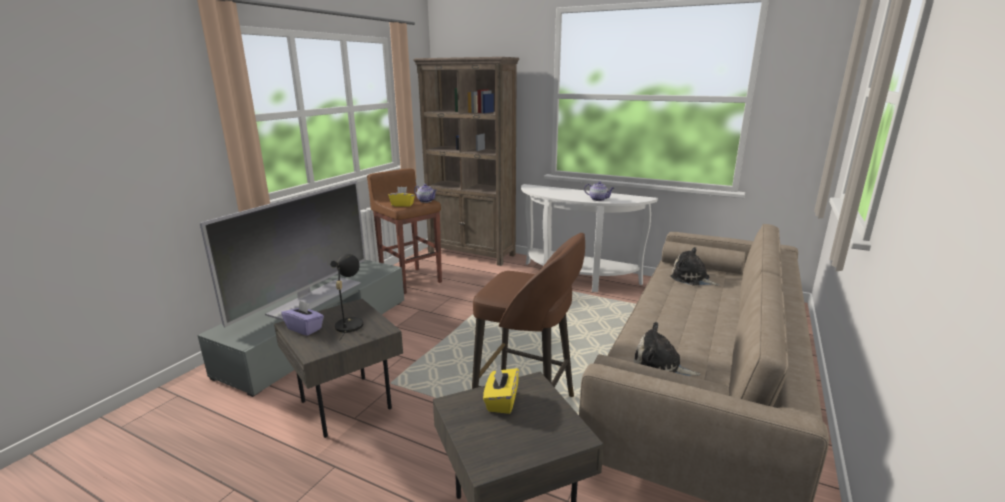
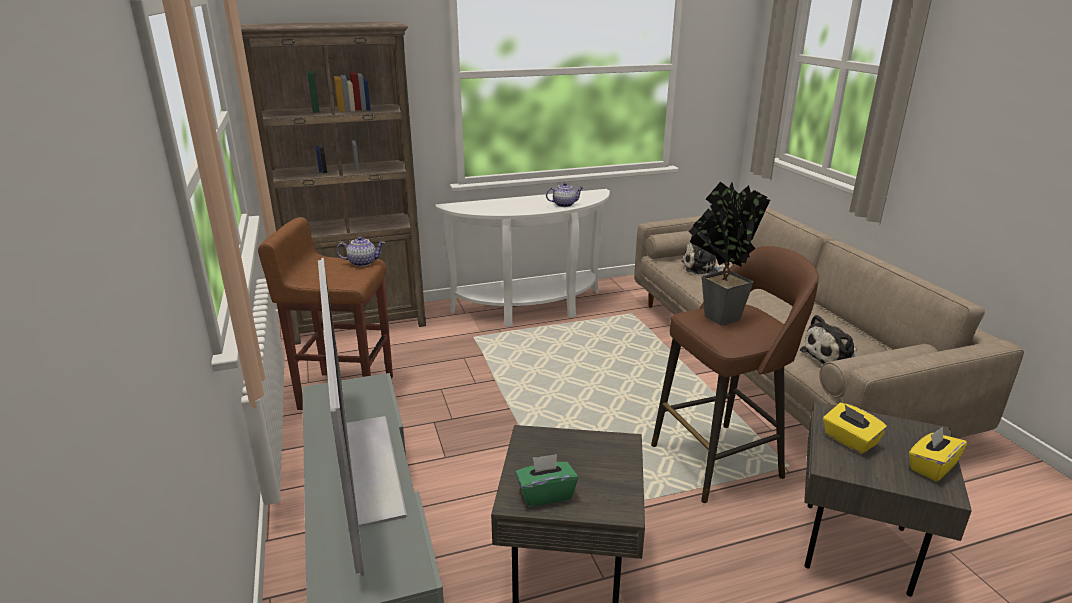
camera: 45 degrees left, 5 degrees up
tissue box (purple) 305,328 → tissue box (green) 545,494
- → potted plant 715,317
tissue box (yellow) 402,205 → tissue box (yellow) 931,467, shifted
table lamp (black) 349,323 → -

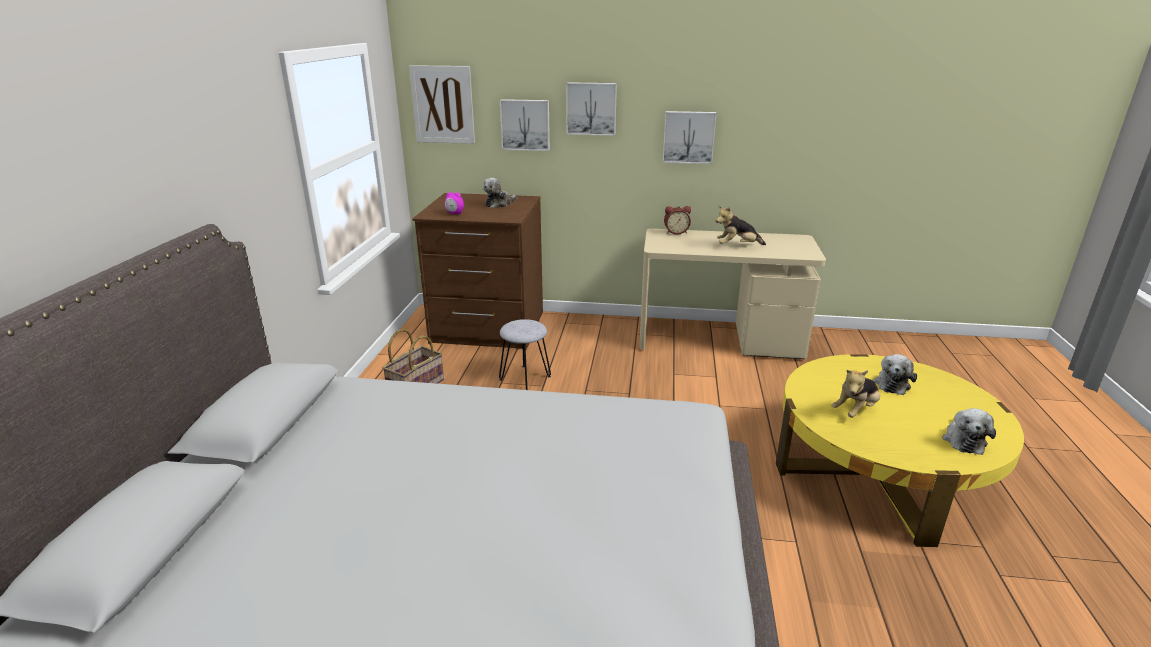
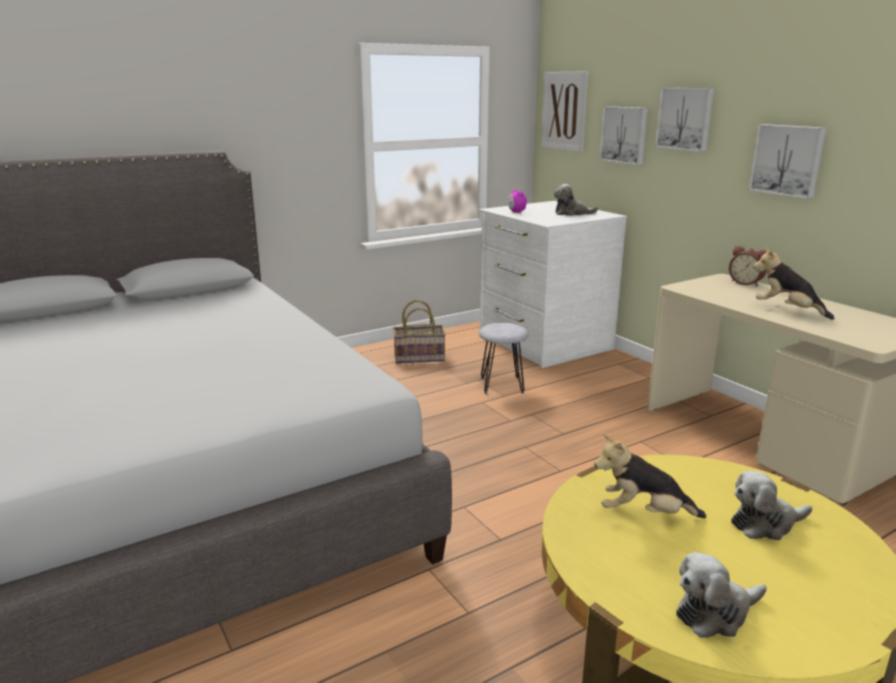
camera: 50 degrees right, 5 degrees down
dresser (brown) 487,328 → dresser (white) 543,343

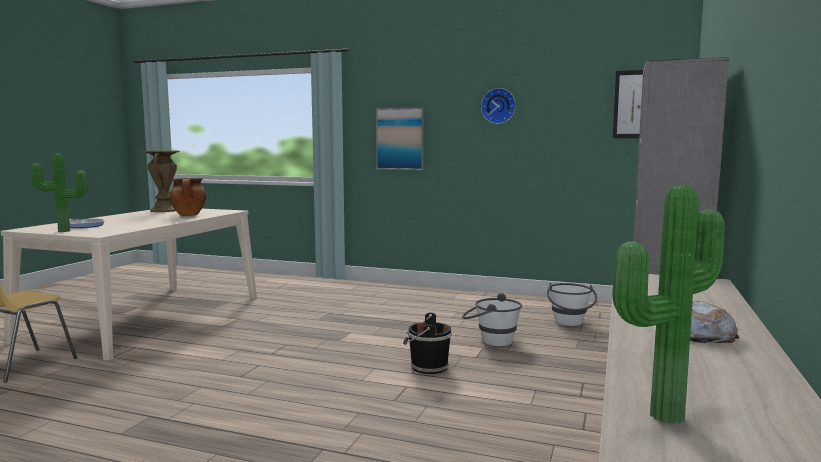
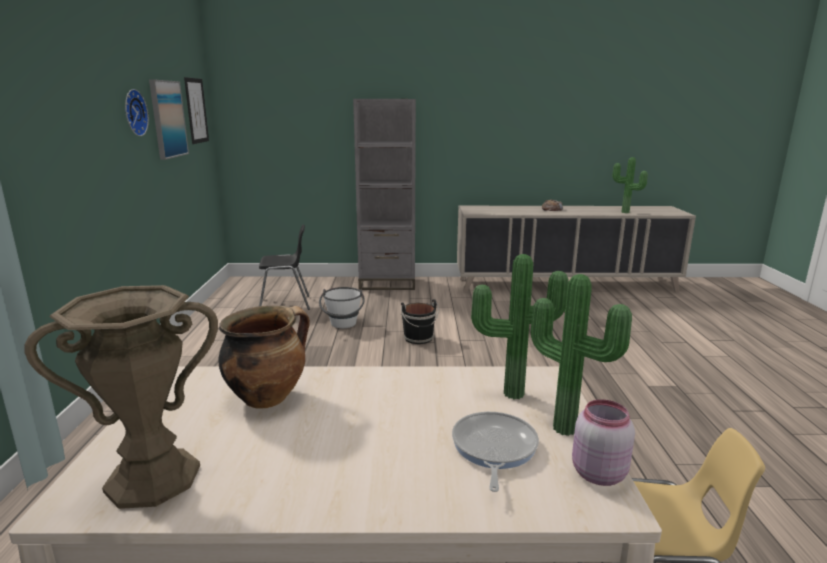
camera: 110 degrees left, 10 degrees up
picture 400,139 → picture 168,119, shifted
bucket (white) 569,323 → chair (black) 285,304
- → potted plant 512,392
- → jar (pink) 596,473

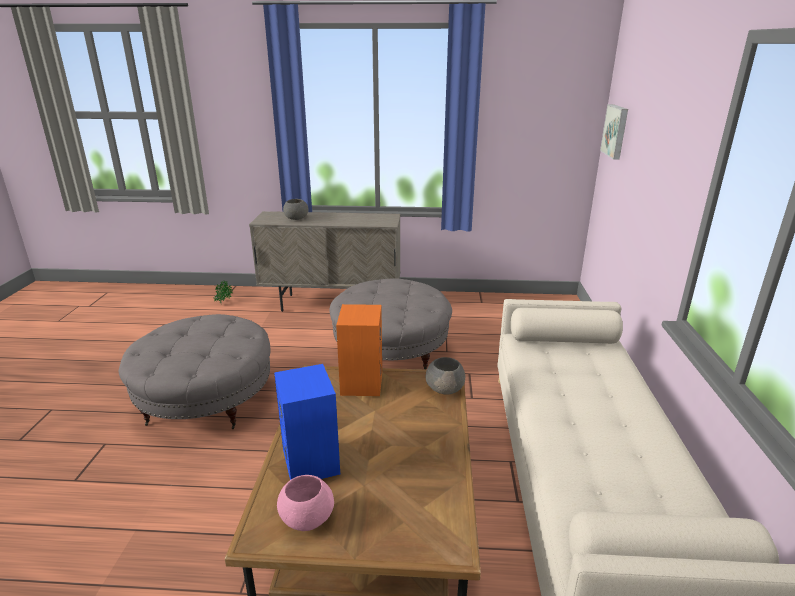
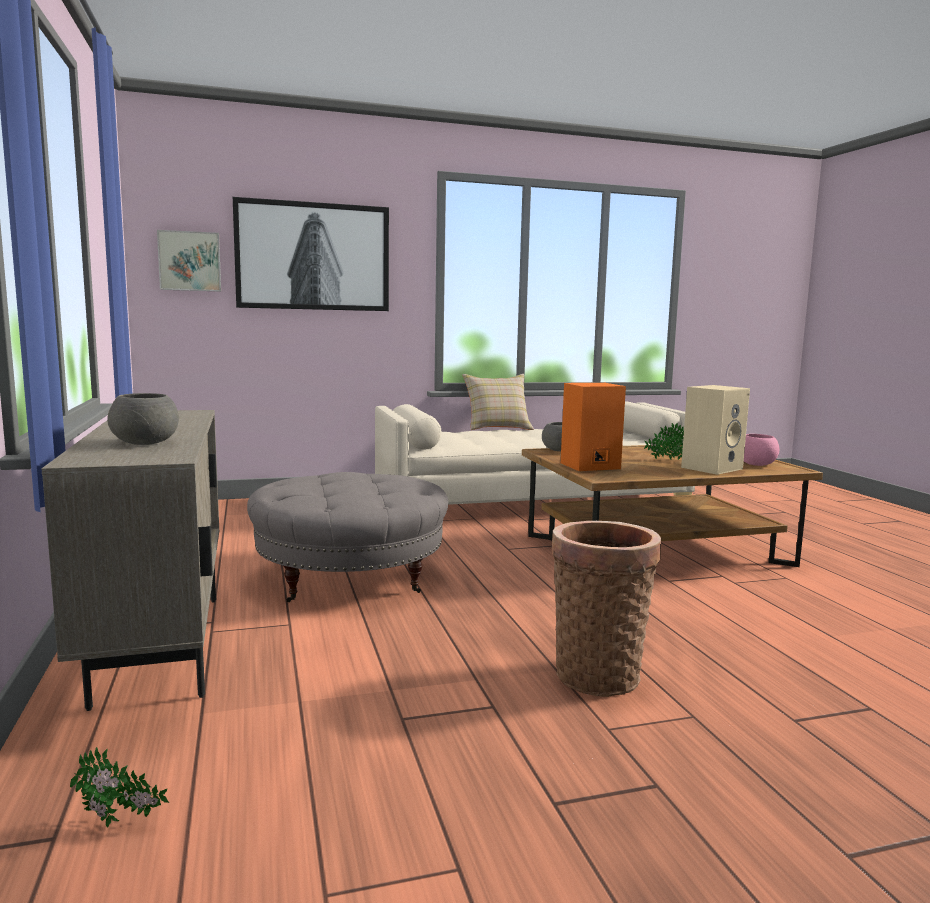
camera: 110 degrees left, 15 degrees down
- → picture 313,256
- → pillow (beige) 497,428
ottoman (grey) 206,400 → basket 598,673
- → potted plant 665,460
speaker (blue) 312,462 → speaker (beige) 711,468

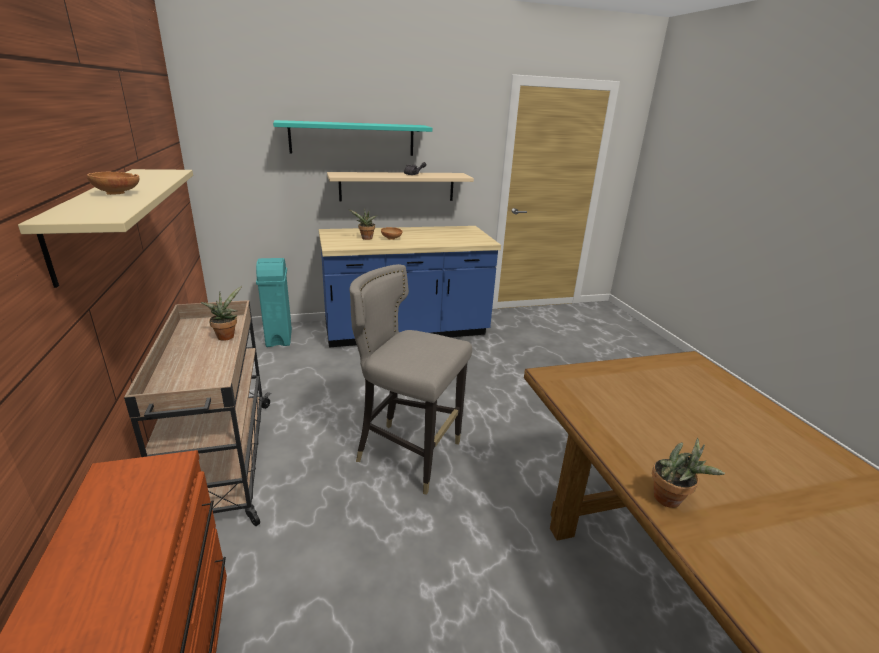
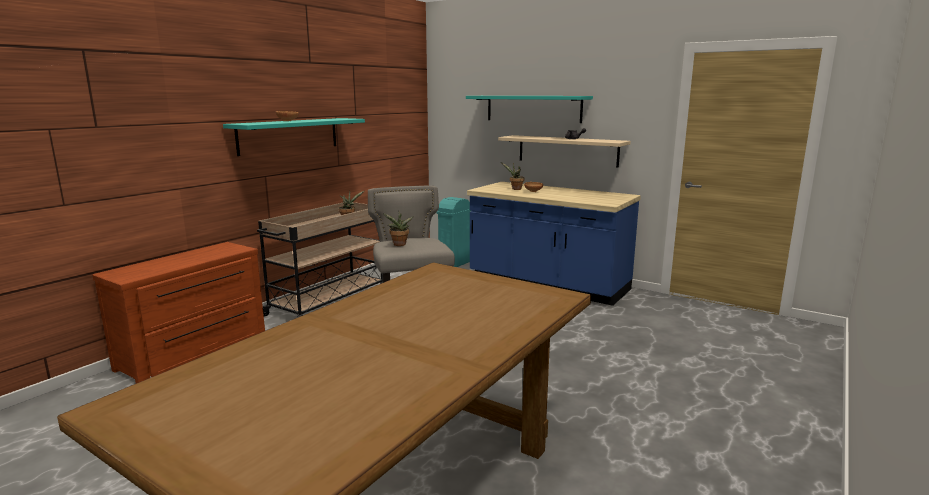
camera: 50 degrees right, 10 degrees down
shelf (beige) 96,218 → shelf (turquoise) 289,135
potted plant 671,501 → potted plant 399,245, shifted

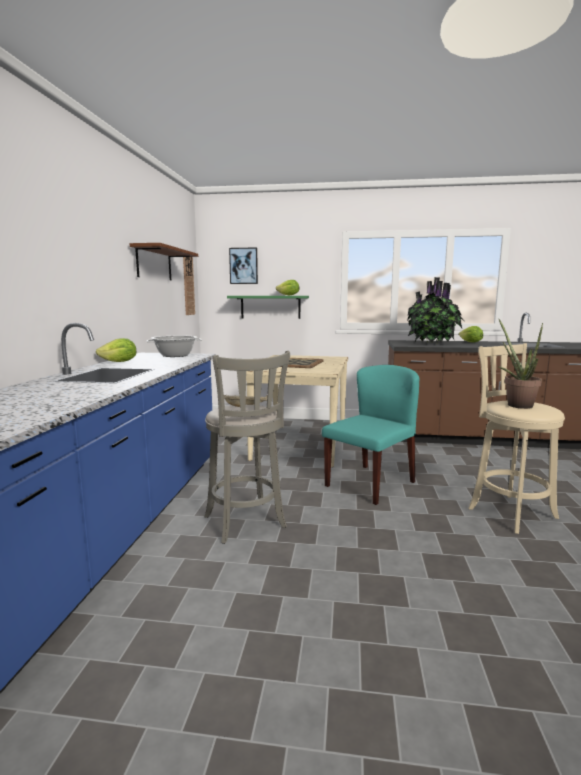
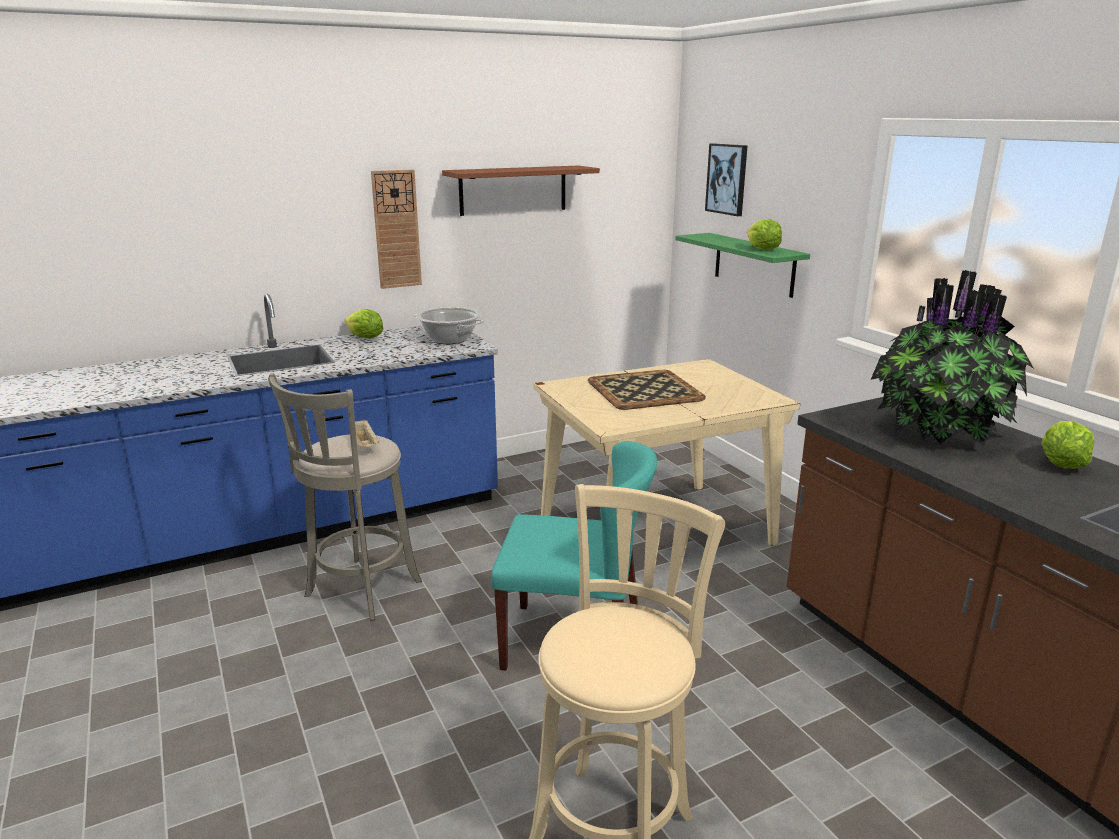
camera: 55 degrees right, 10 degrees up
wall clock 188,284 → wall clock 396,229, shifted
potted plant 516,404 → -

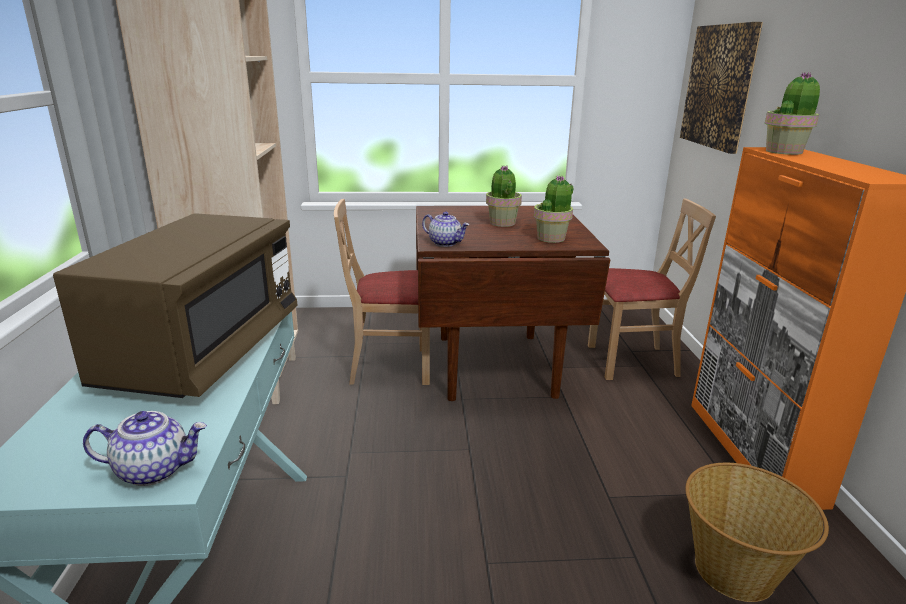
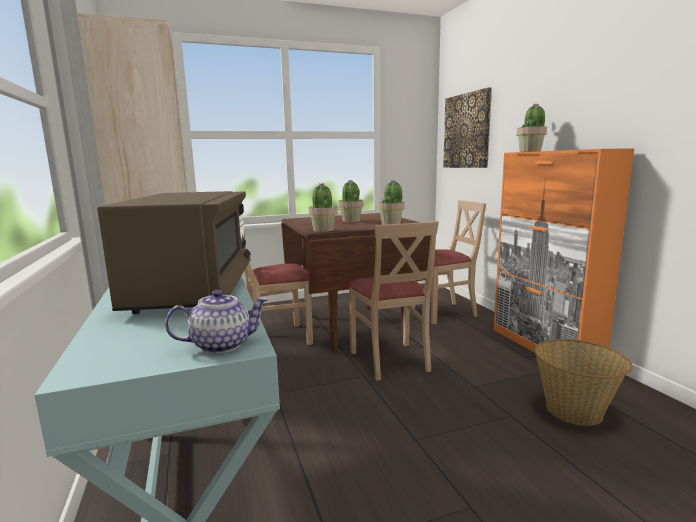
camera: 15 degrees left, 10 degrees down
teapot 445,243 → potted plant 323,230
- → chair (beige) 390,360

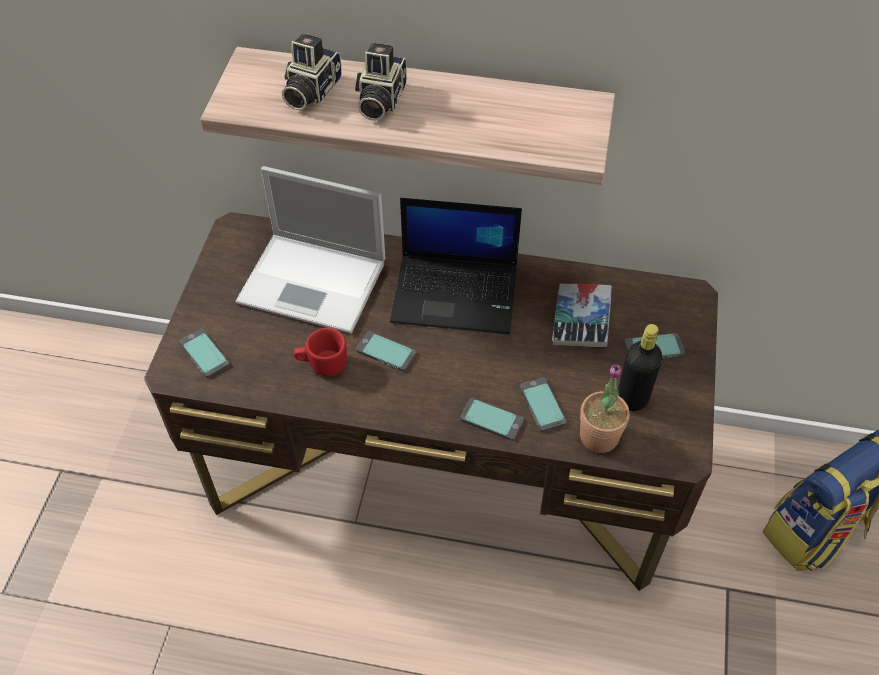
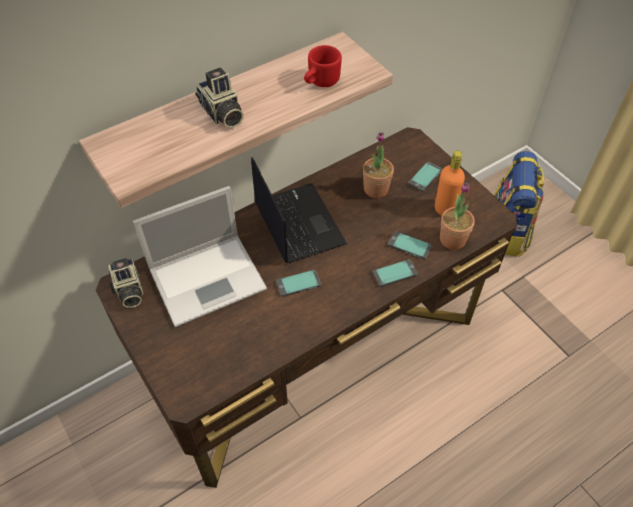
camera: 45 degrees left, 0 degrees up
photo camera 310,91 → photo camera 128,290, shifted
laptop 457,293 → laptop 297,223, 75 degrees counterclockwise
mug (red) 322,364 → mug (red) 320,82, shifted
book 581,320 → potted plant 376,189
bottle (black) 632,398 → bottle (orange) 444,209
phone 204,354 → -

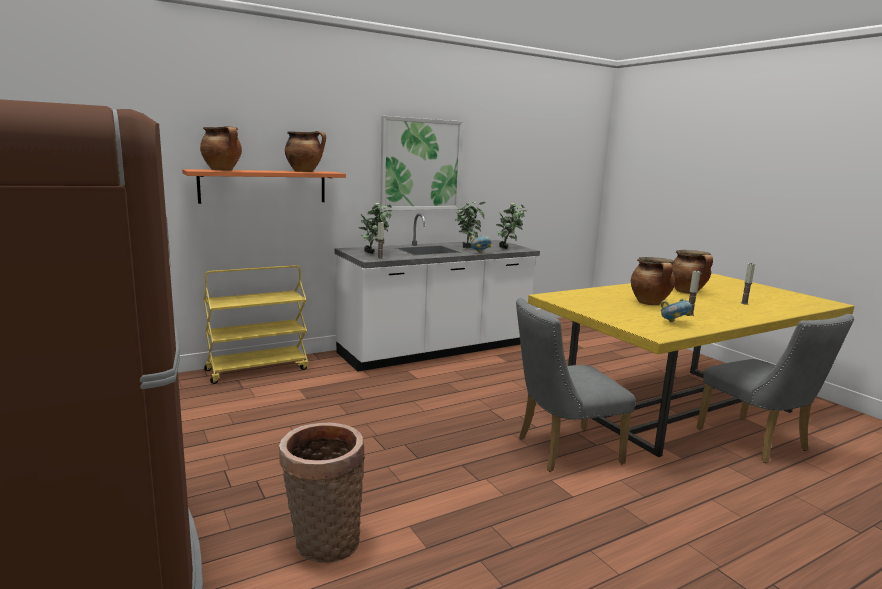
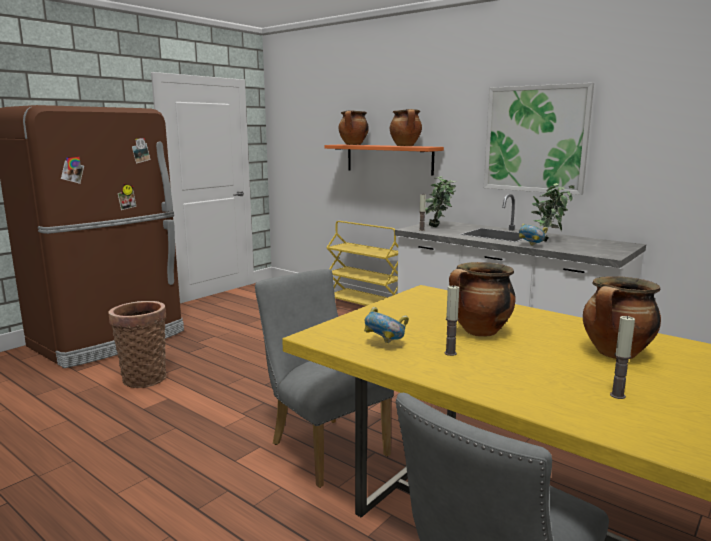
camera: 70 degrees right, 0 degrees up
potted plant 509,249 → -

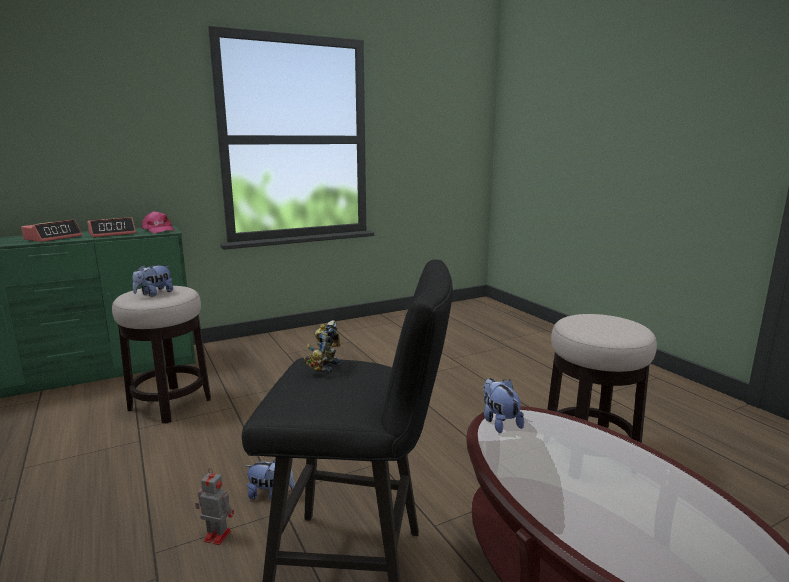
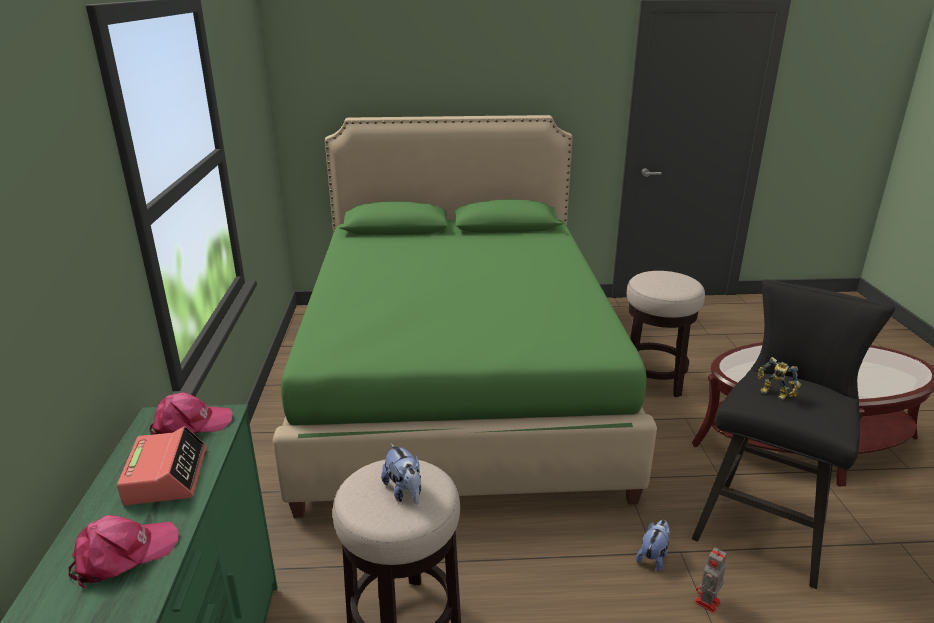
camera: 65 degrees left, 10 degrees up
alarm clock 53,238 → cap (pink) 123,554
- → bed (green) 457,383
plush toy 499,422 → -

